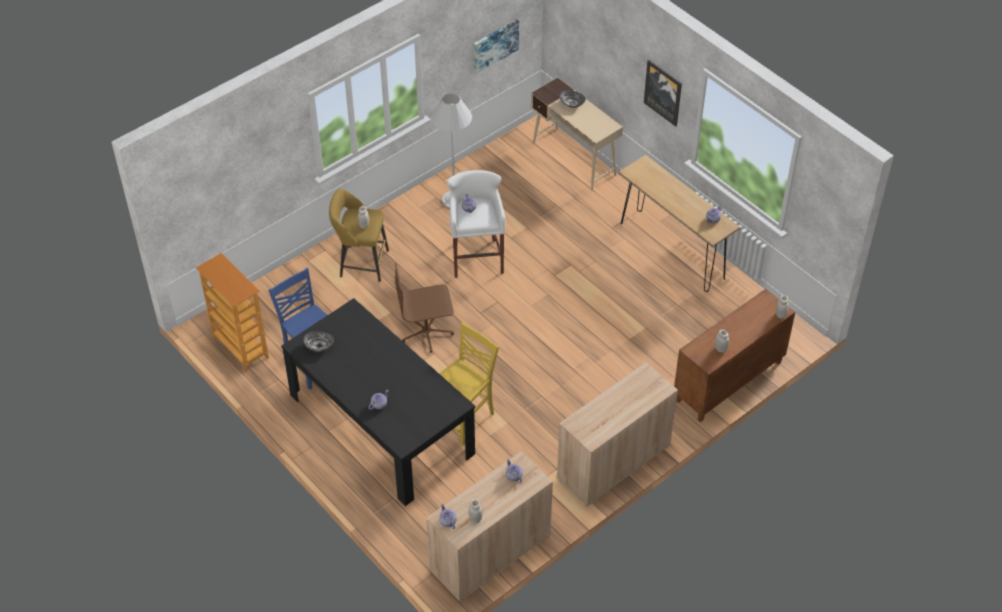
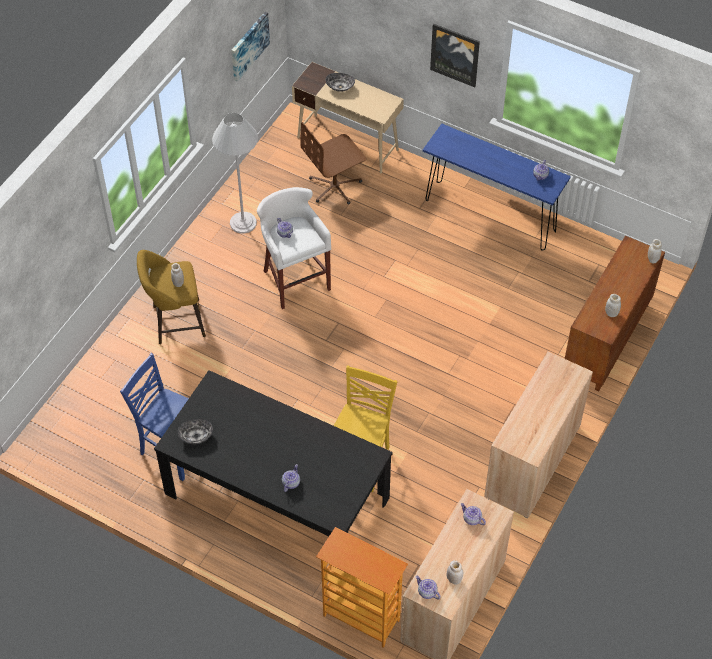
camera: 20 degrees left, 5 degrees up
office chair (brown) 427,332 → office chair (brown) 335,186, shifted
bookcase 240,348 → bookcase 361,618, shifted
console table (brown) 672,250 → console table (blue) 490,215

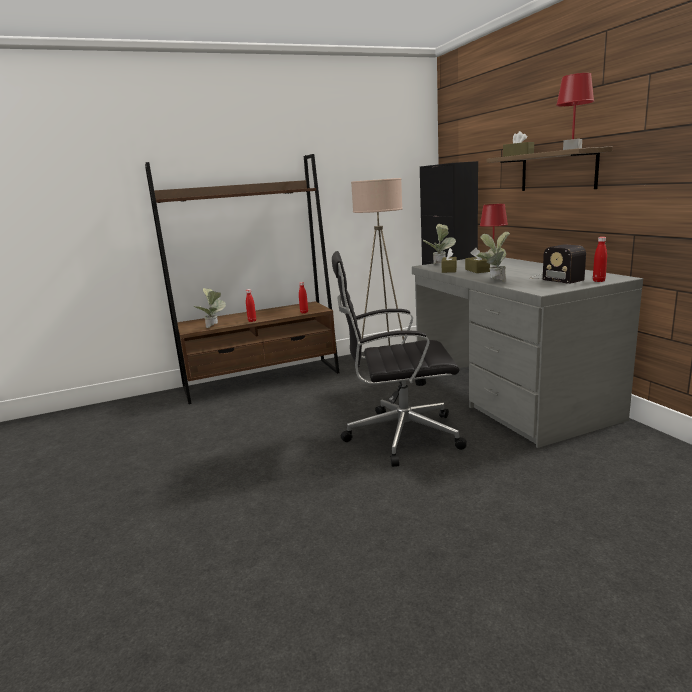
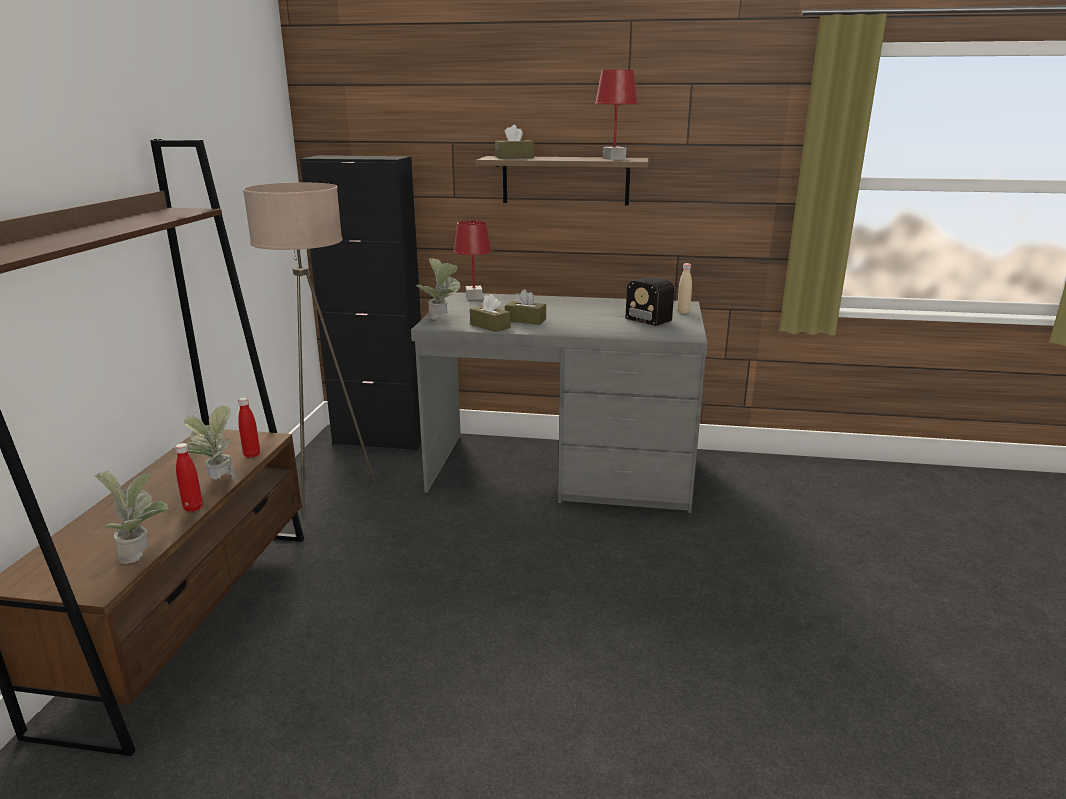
camera: 60 degrees left, 5 degrees up
potted plant 493,281 → potted plant 217,482, shifted
radio 554,278 → radio 639,316, 45 degrees clockwise
bottle (red) 598,281 → bottle (beige) 683,312
office chair (black) 399,436 → -

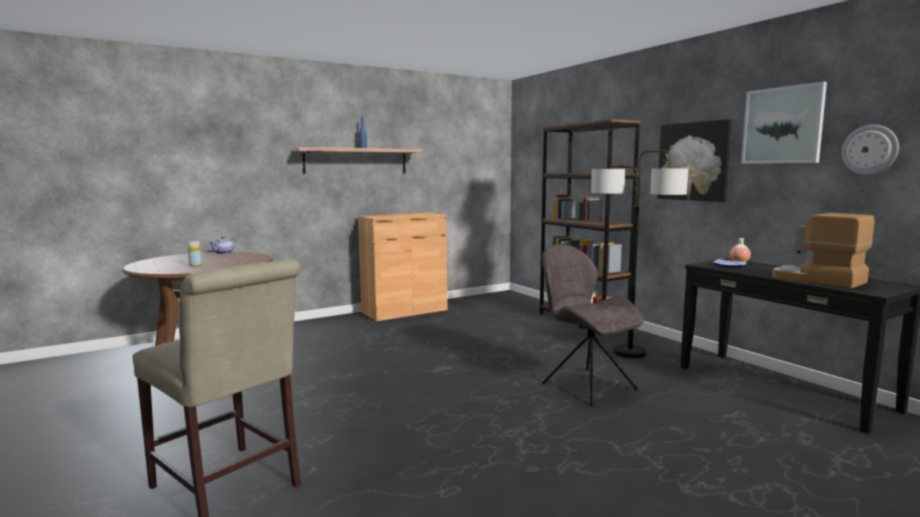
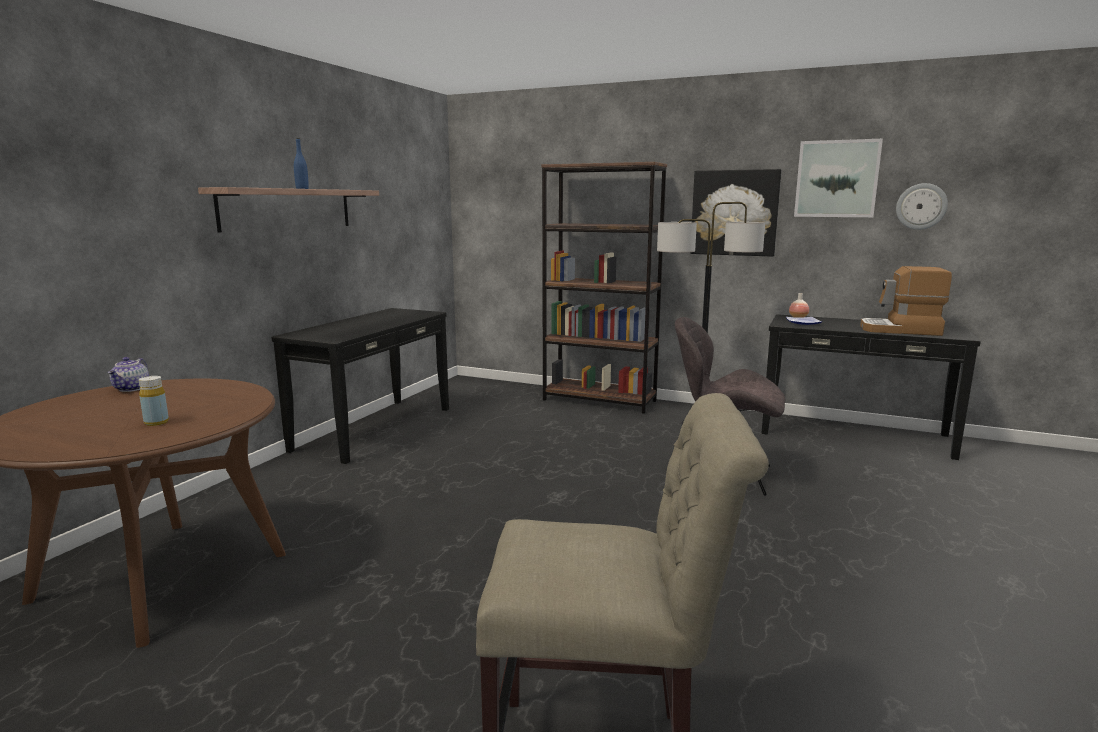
camera: 35 degrees left, 5 degrees up
cabinet (brown) 404,311 → console table (black) 374,428

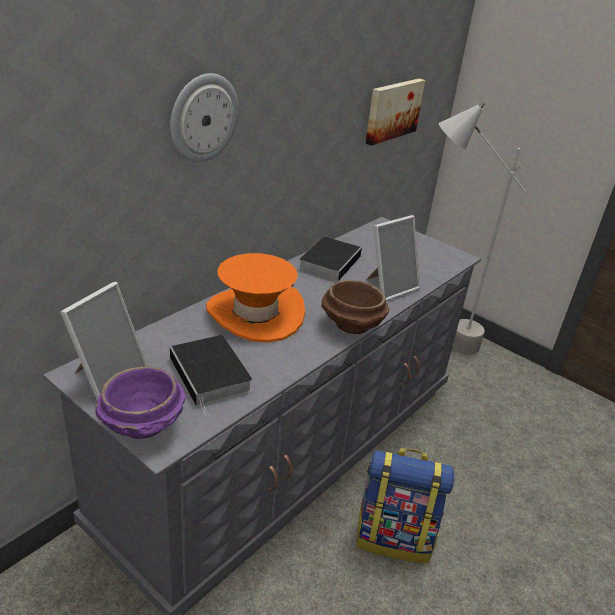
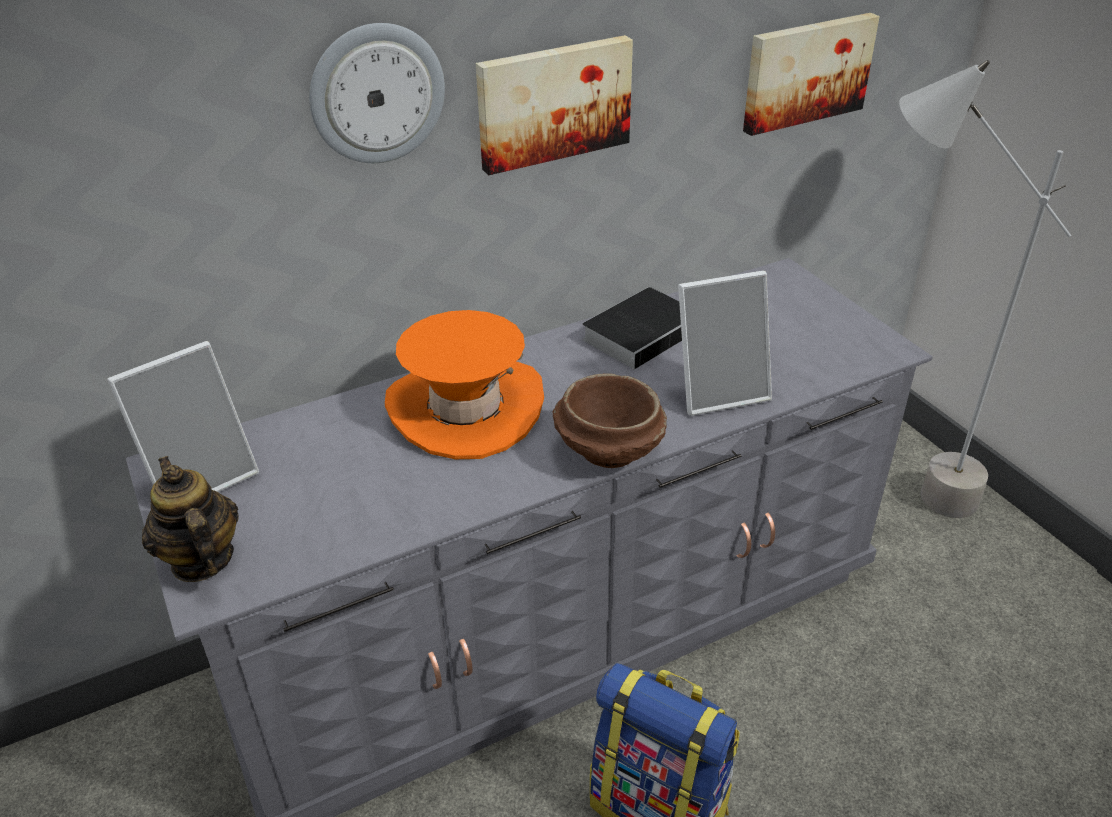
camera: 25 degrees right, 5 degrees up
bowl (purple) 143,425 → teapot 201,560
- → picture 553,102
book 211,376 → -

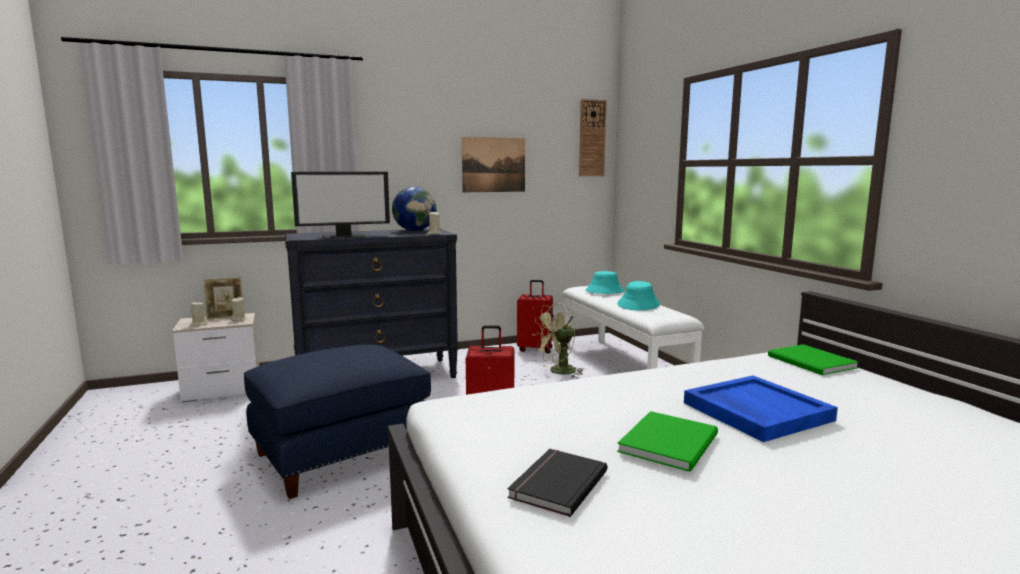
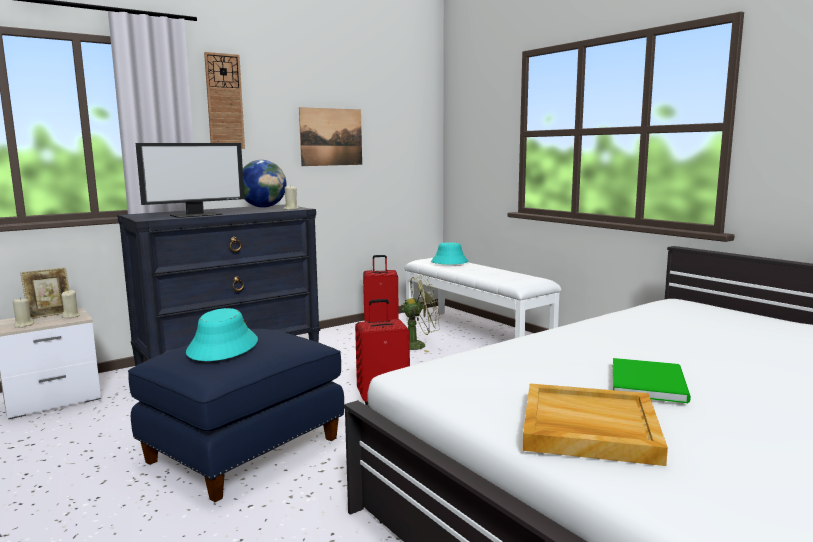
camera: 15 degrees left, 0 degrees up
hat (turquoise) 638,304 → hat (turquoise) 223,347, shifted
wall clock 592,138 → wall clock 224,101, shifted
fan (green) 558,372 → fan (green) 418,345, 150 degrees counterclockwise
book (black) 555,484 → tray (beige) 588,428
tray (blue) 755,411 → -
book (green) 812,363 → -

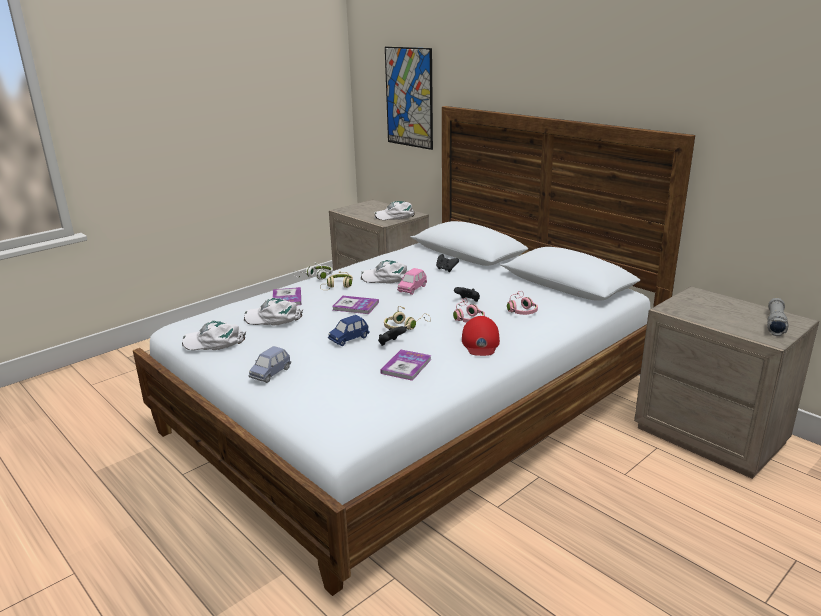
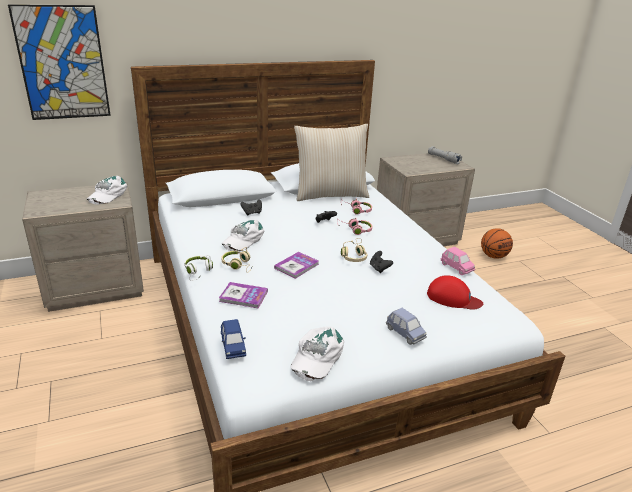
camera: 70 degrees left, 5 degrees up
toy car (blue) 349,339 → toy car (blue) 233,347, shifted
- → pillow (beige) 330,194
cap (red) 480,342 → cap (red) 453,298, shifted
toy car (pink) 412,289 → toy car (pink) 456,268, shifted
- → basketball 493,256
cap (white) 274,318 → -
book 406,366 → -

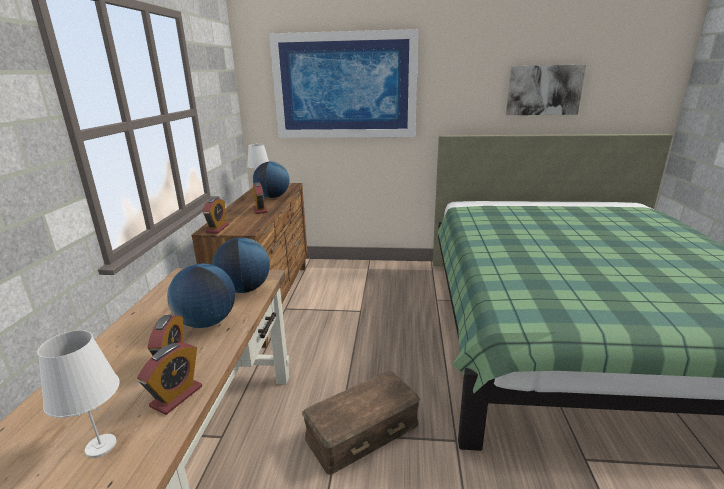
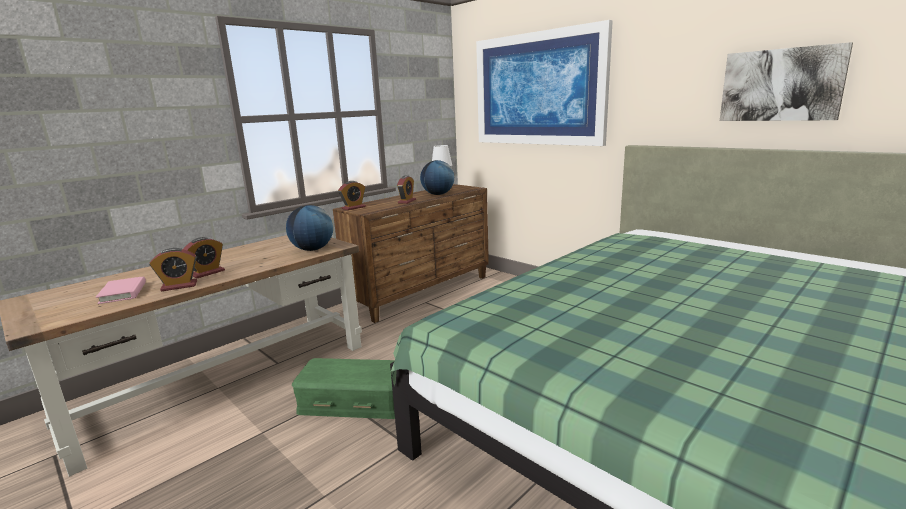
camera: 40 degrees right, 5 degrees down
table lamp (white) 100,446 → book (pink) 123,293
storage box (brown) 362,430 → storage box (green) 353,401
globe 207,322 → -

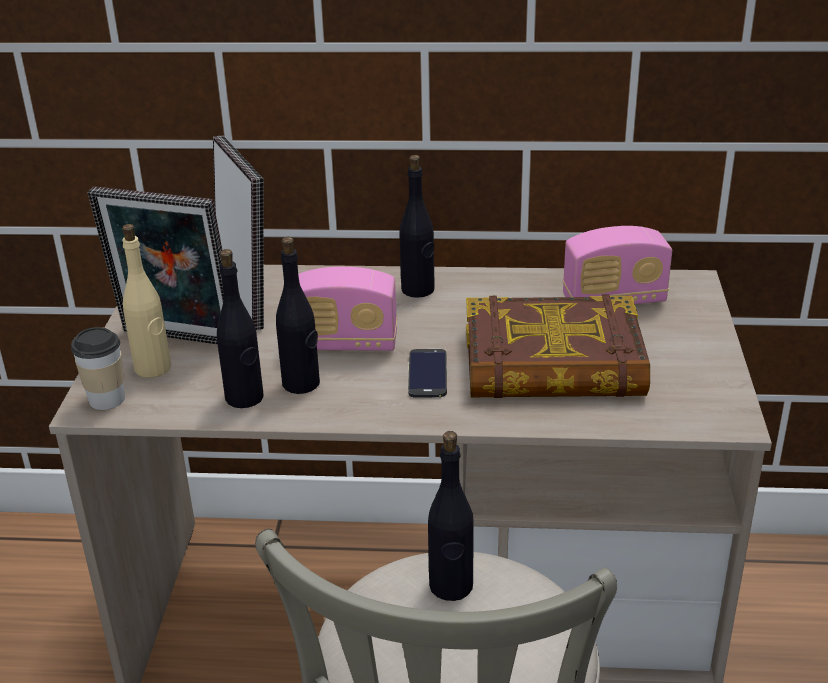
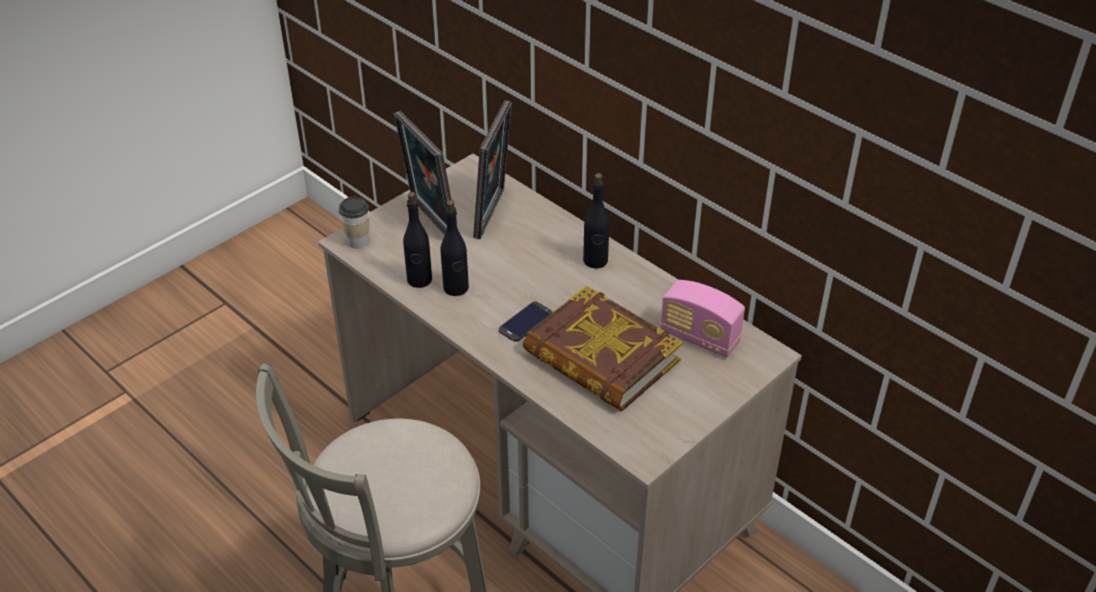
camera: 40 degrees right, 10 degrees up
bottle (beige) 153,368 → -
radio 345,344 → -
bottle (black) 451,586 → -

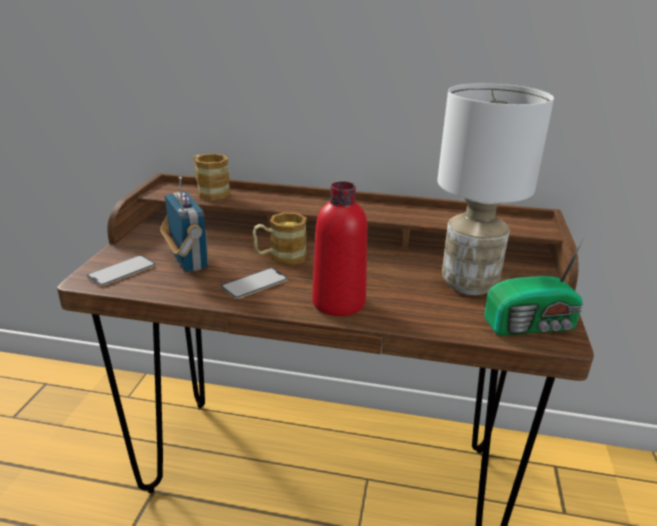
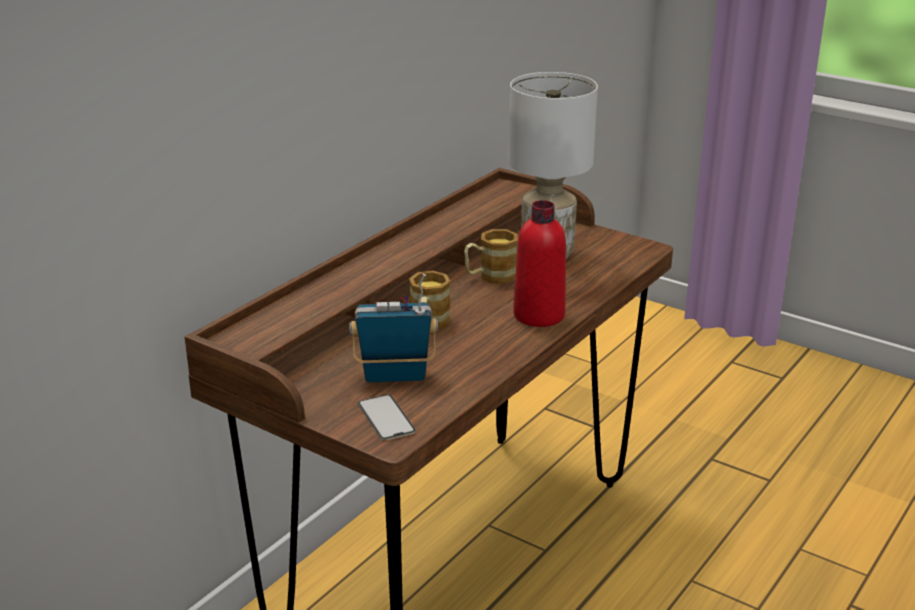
camera: 65 degrees left, 0 degrees up
mug 209,192 → mug 490,276, shifted
phone 254,283 → -
radio 532,325 → -

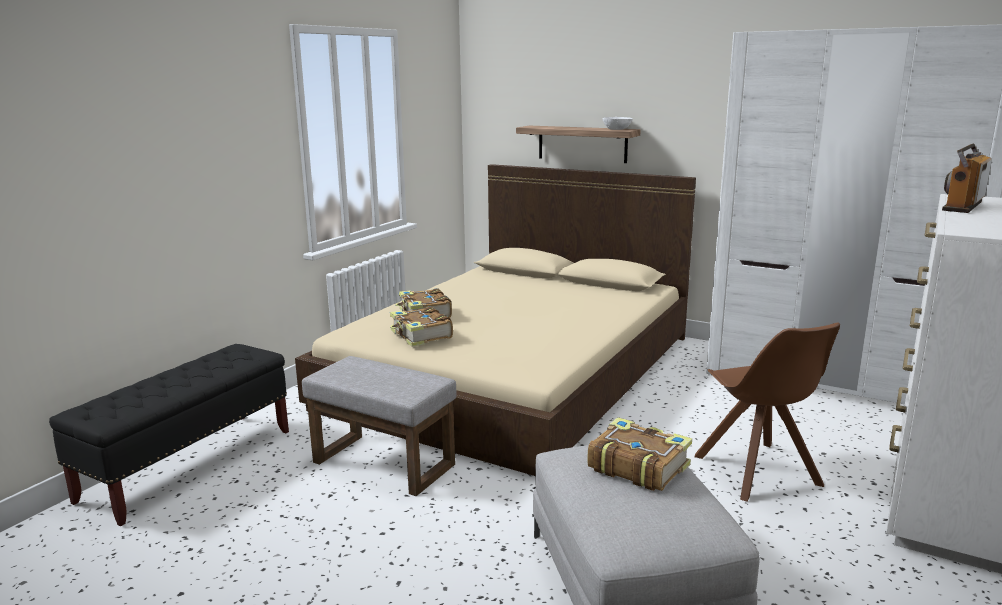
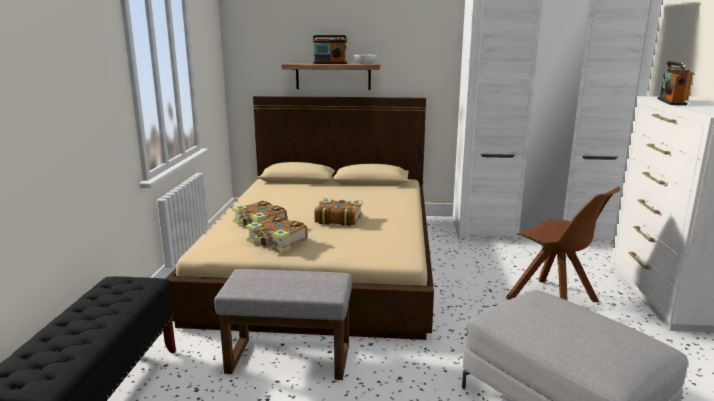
camera: 25 degrees left, 0 degrees up
- → radio 330,63
book 637,466 → book 338,219, shifted

